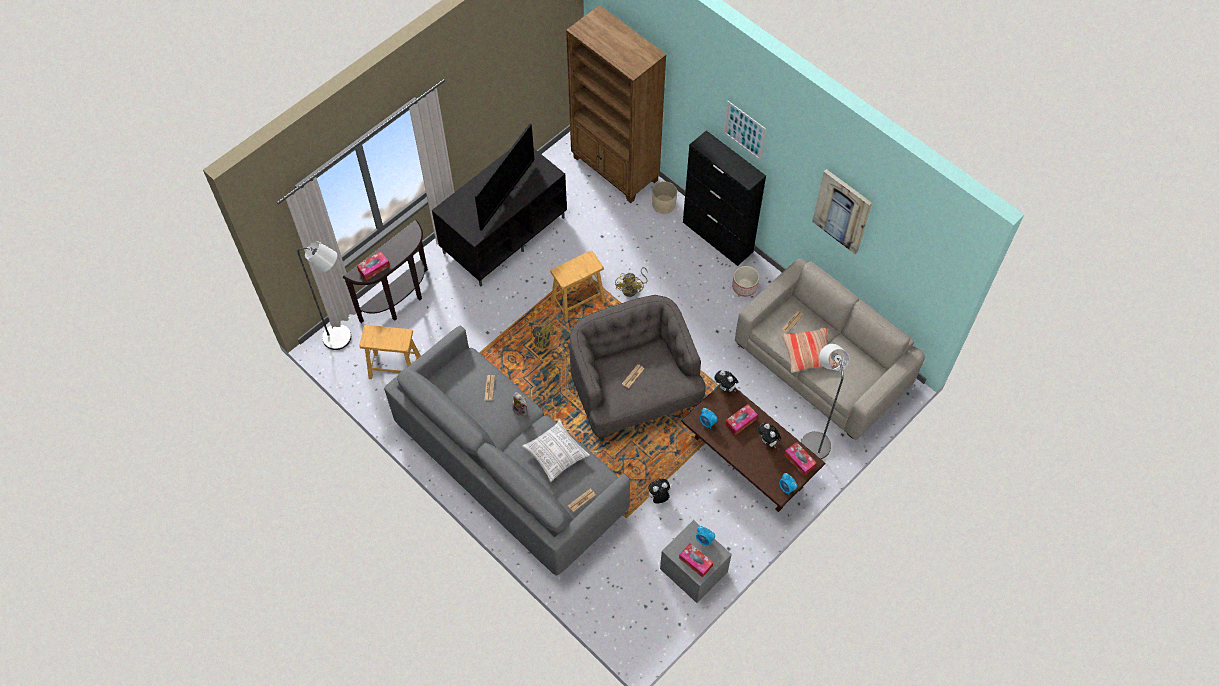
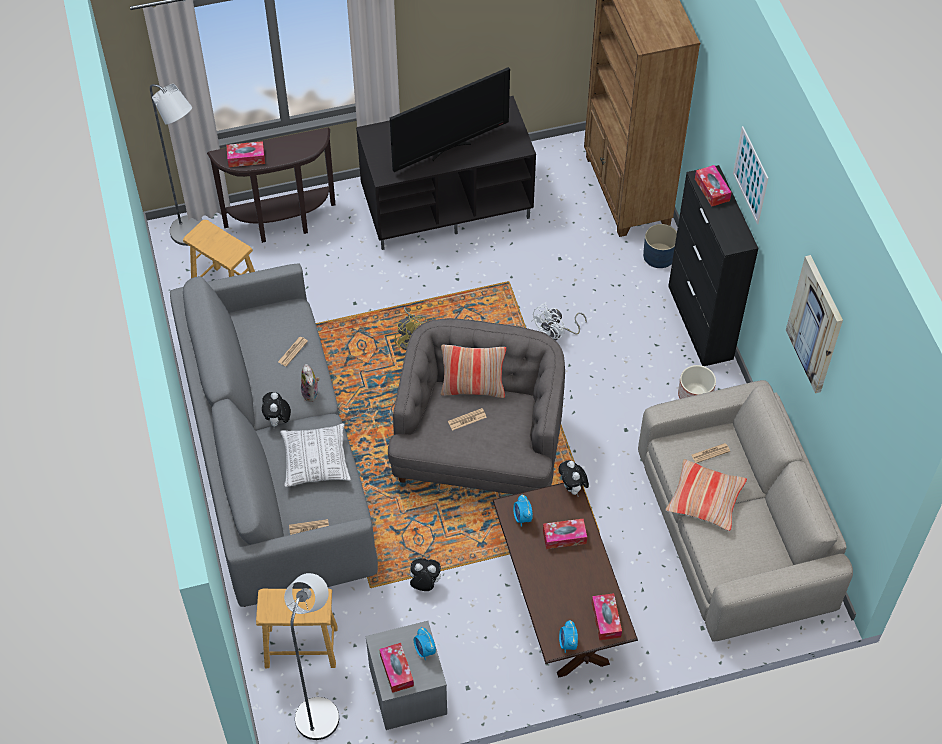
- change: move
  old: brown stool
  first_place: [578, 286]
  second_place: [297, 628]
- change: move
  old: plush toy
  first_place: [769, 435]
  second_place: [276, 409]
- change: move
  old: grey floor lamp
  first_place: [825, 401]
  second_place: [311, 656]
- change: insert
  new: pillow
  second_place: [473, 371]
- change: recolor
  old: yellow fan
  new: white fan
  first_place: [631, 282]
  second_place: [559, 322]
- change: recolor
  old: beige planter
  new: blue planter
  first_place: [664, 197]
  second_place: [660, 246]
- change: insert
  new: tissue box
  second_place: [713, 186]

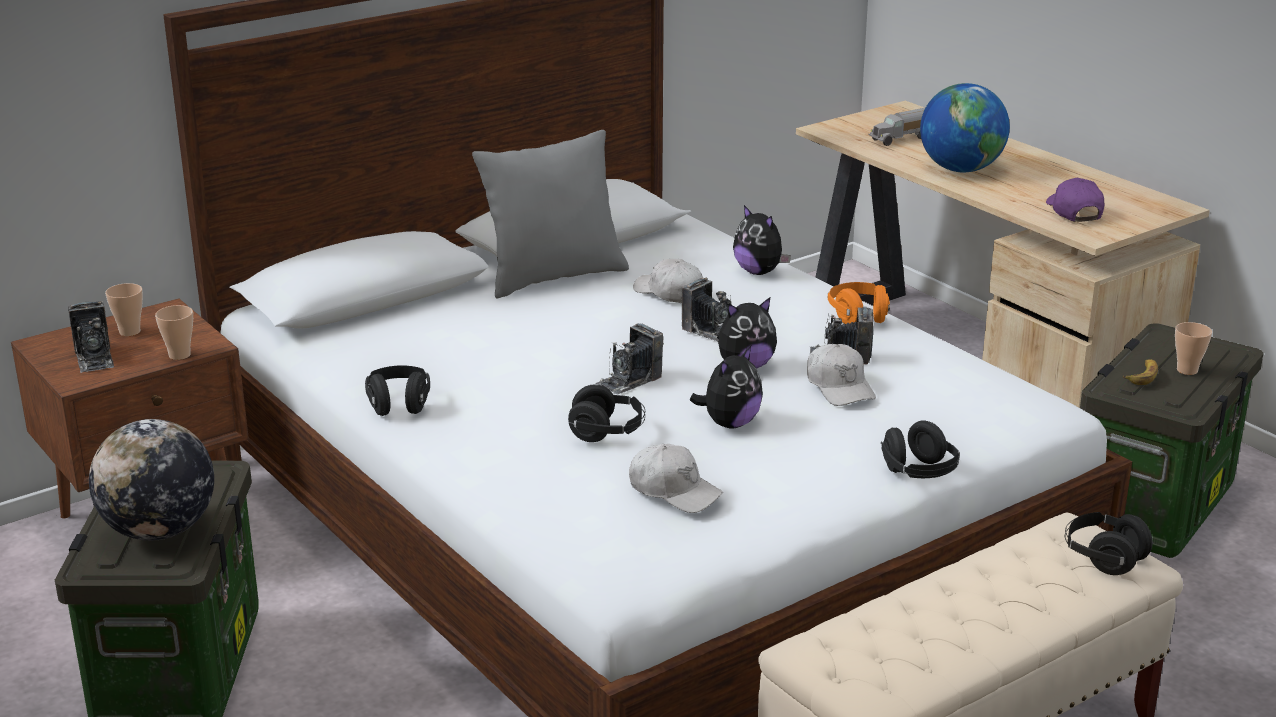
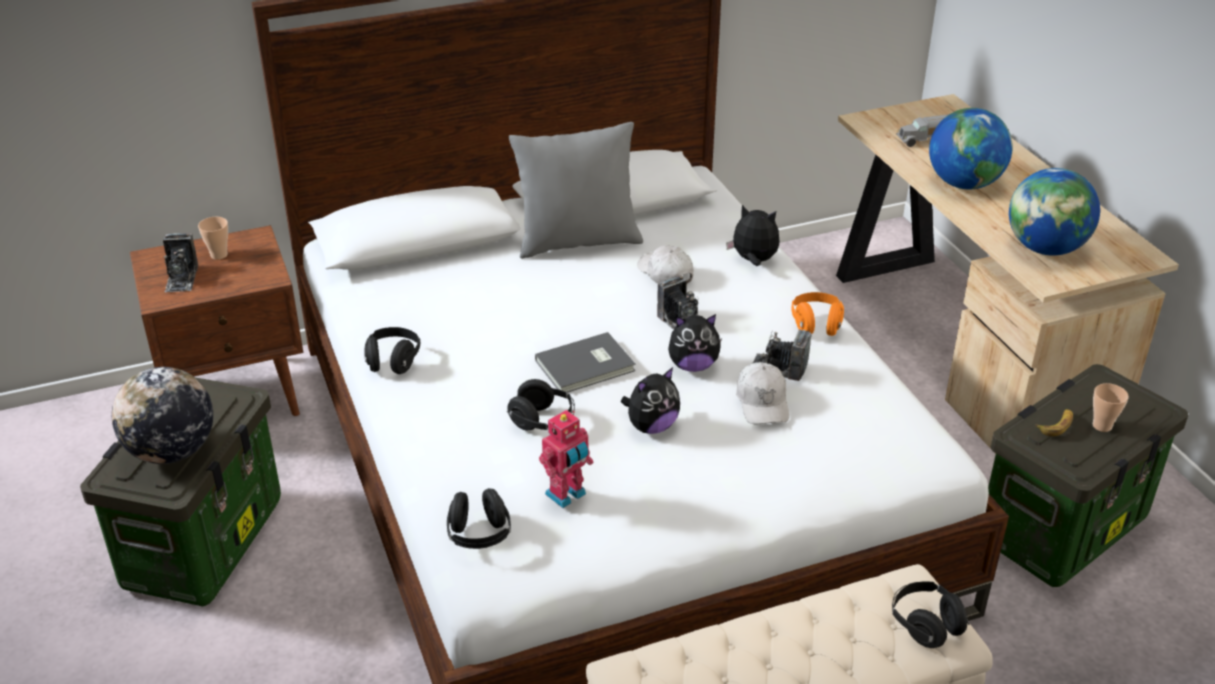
- change: move
  old: black headphones
  first_place: [920, 449]
  second_place: [479, 518]
- change: replace
  old: photo camera
  new: grey book
  first_place: [629, 359]
  second_place: [585, 362]
- change: replace
  old: white cap
  new: toy robot
  first_place: [676, 478]
  second_place: [566, 459]
- change: rotate
  old: plush toy
  first_place: [762, 240]
  second_place: [752, 235]
  degrees: 135
- change: replace
  old: purple cap
  new: globe
  first_place: [1075, 200]
  second_place: [1054, 212]
- change: delete
  old: cup
  first_place: [174, 332]

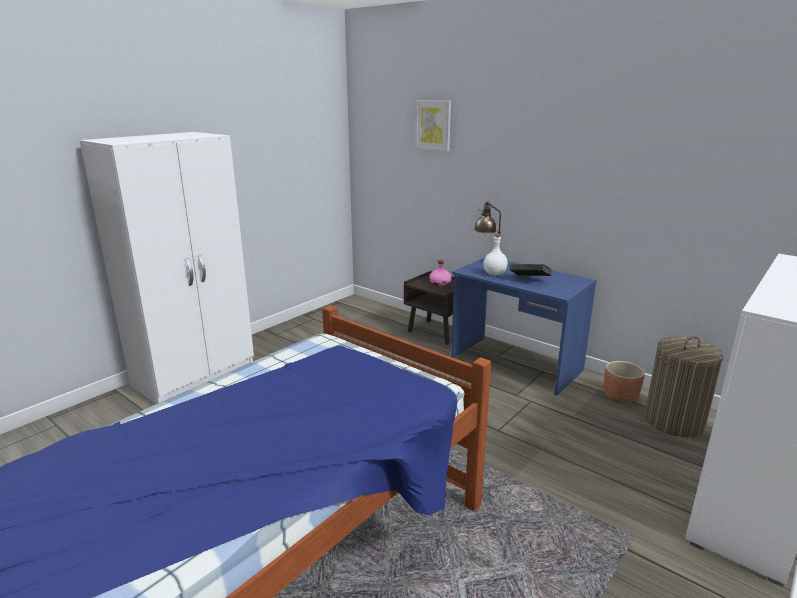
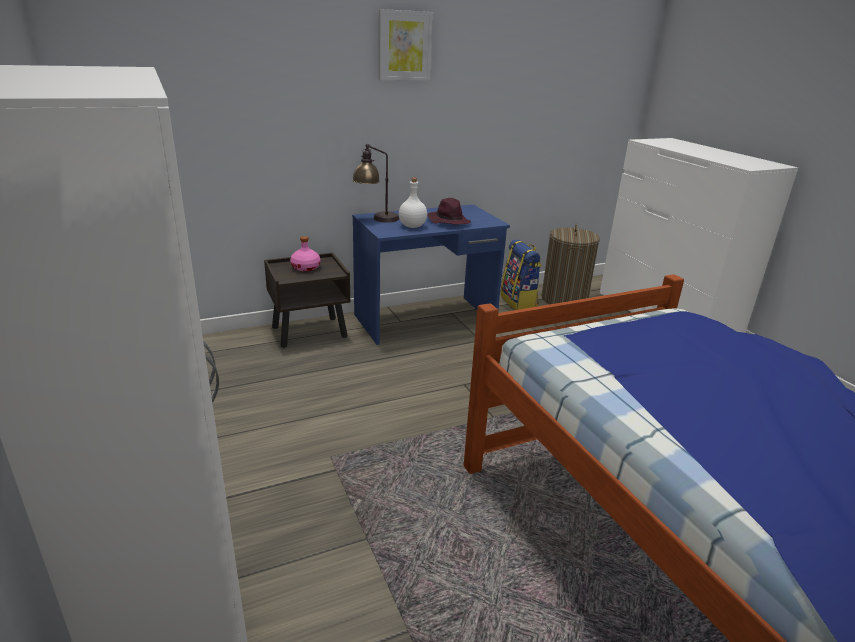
- change: move
  old: picture
  first_place: [433, 126]
  second_place: [406, 45]
- change: replace
  old: book
  new: purple hat
  first_place: [531, 270]
  second_place: [449, 211]
- change: replace
  old: brown planter
  new: backpack
  first_place: [624, 382]
  second_place: [521, 274]

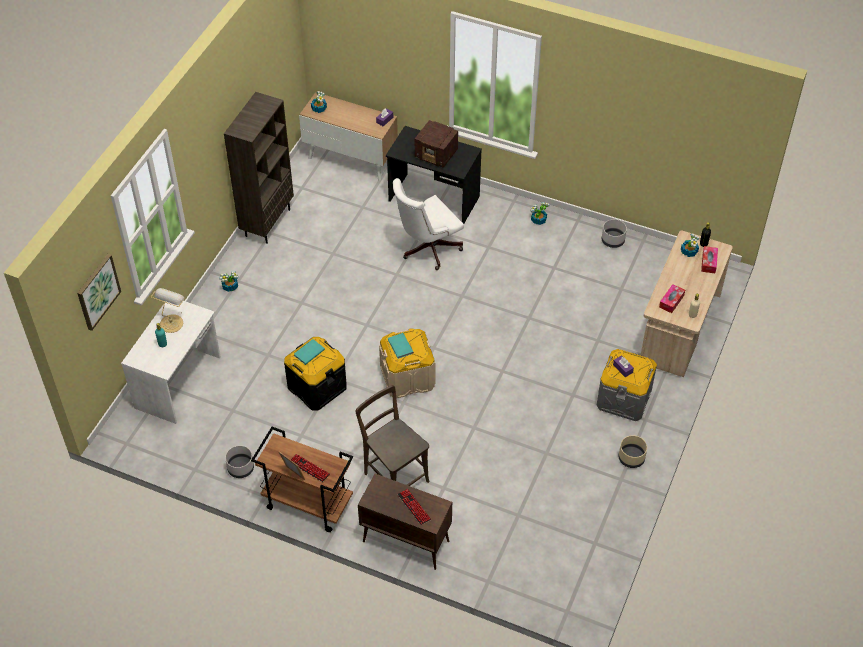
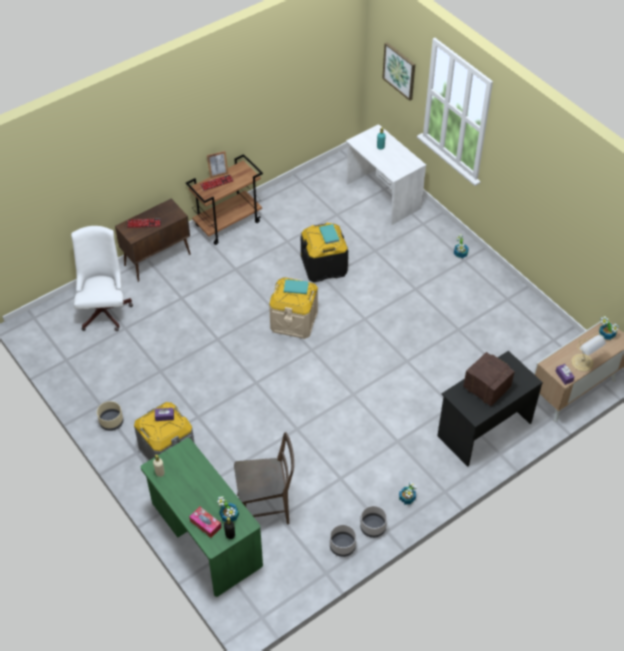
- change: move
  old: white office chair
  first_place: [428, 224]
  second_place: [102, 278]
- change: recolor
  old: beige desk
  new: green desk
  first_place: [686, 304]
  second_place: [202, 517]
- change: move
  old: brown chair
  first_place: [393, 435]
  second_place: [264, 478]
- change: move
  old: grey planter
  first_place: [239, 461]
  second_place: [373, 522]
- change: rotate
  old: radio
  first_place: [436, 144]
  second_place: [489, 379]
  degrees: 75
- change: move
  old: table lamp
  first_place: [167, 310]
  second_place: [588, 351]
- change: delete
  old: brown bookcase
  first_place: [259, 168]
- change: delete
  old: tissue box
  first_place: [672, 298]

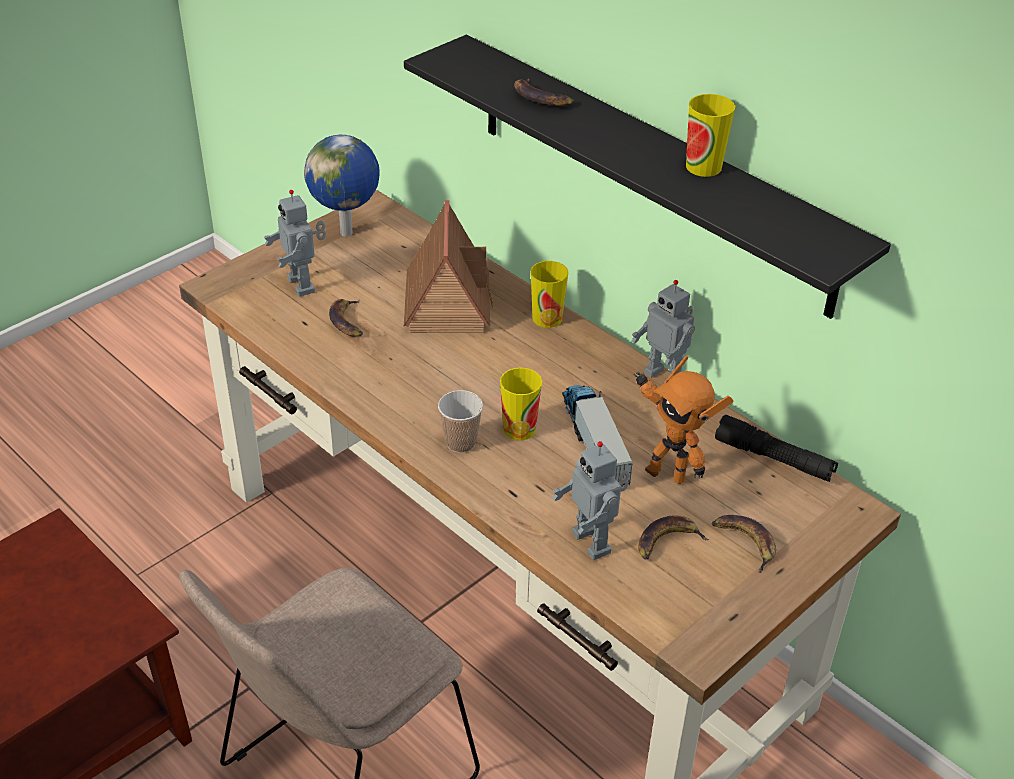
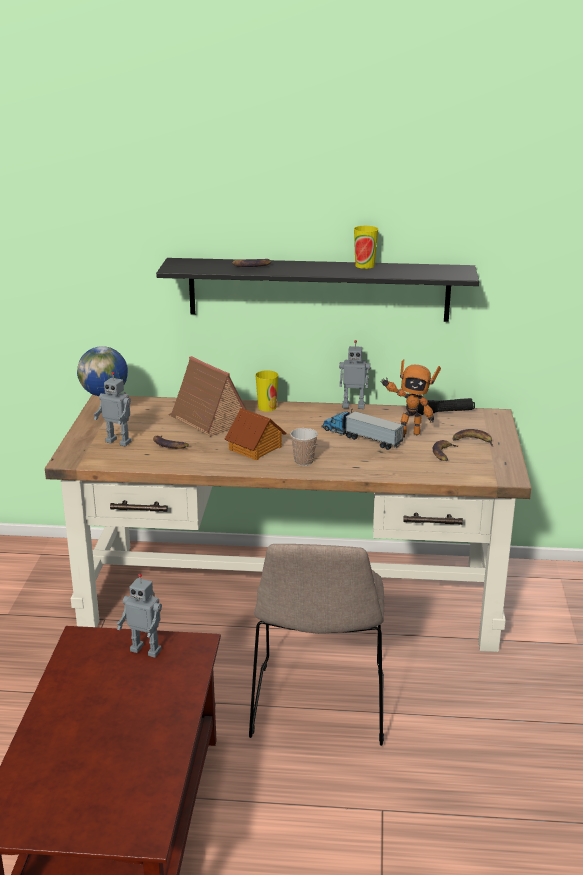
- change: move
  old: toy robot
  first_place: [591, 500]
  second_place: [139, 616]
- change: insert
  new: toy house
  second_place: [255, 434]
- change: delete
  old: cup
  first_place: [521, 404]

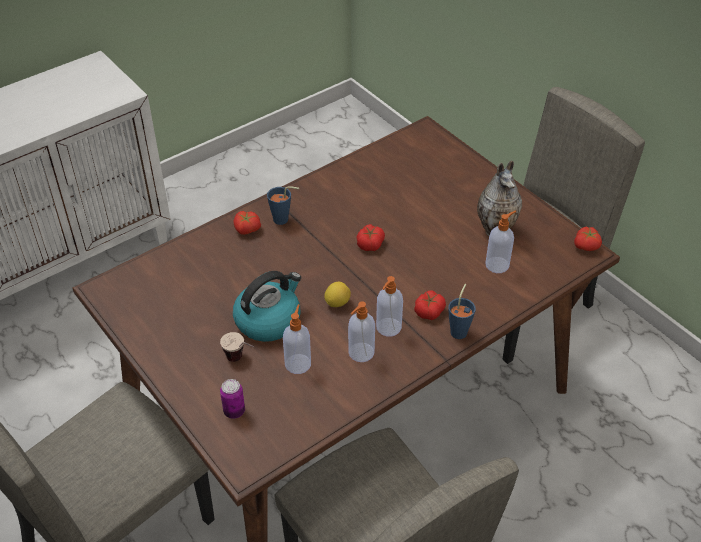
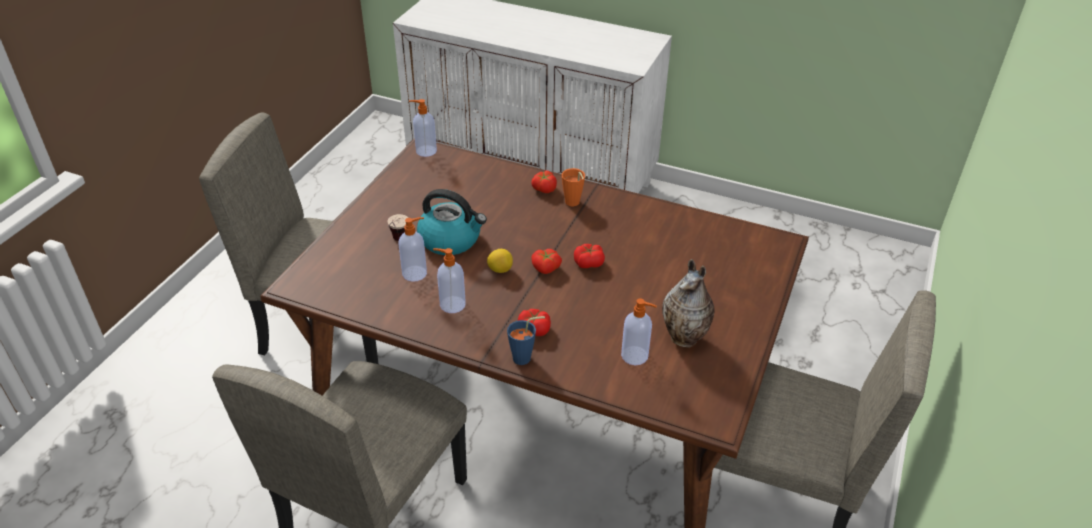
- change: move
  old: soap dispenser
  first_place: [389, 306]
  second_place: [423, 128]
- change: move
  old: tomato
  first_place: [588, 239]
  second_place: [546, 261]
- change: recolor
  old: blue cup
  new: orange cup
  first_place: [283, 205]
  second_place: [573, 187]
- change: delete
  old: can
  first_place: [232, 399]

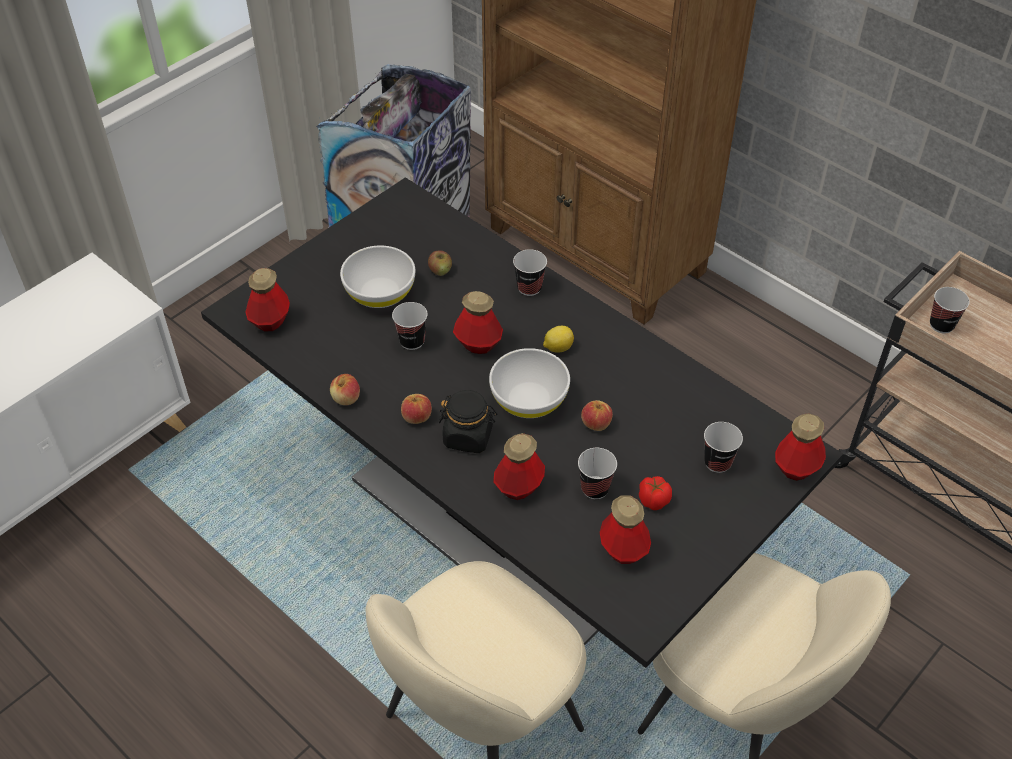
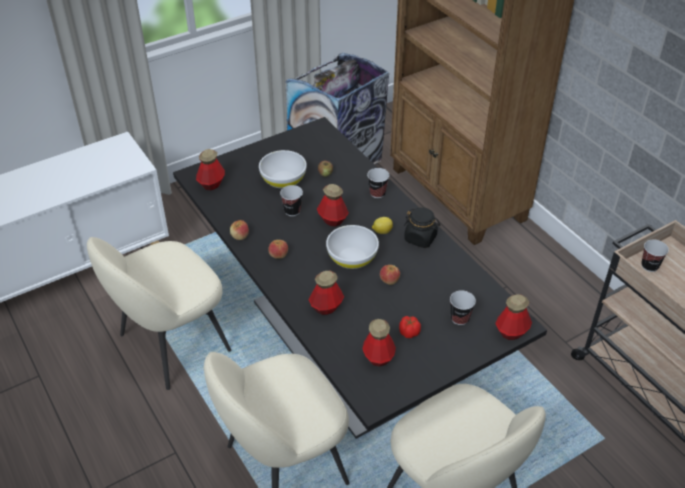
- change: insert
  new: beige chair
  second_place: [159, 313]
- change: move
  old: black jar
  first_place: [468, 421]
  second_place: [422, 227]
- change: delete
  old: cup
  first_place: [597, 473]

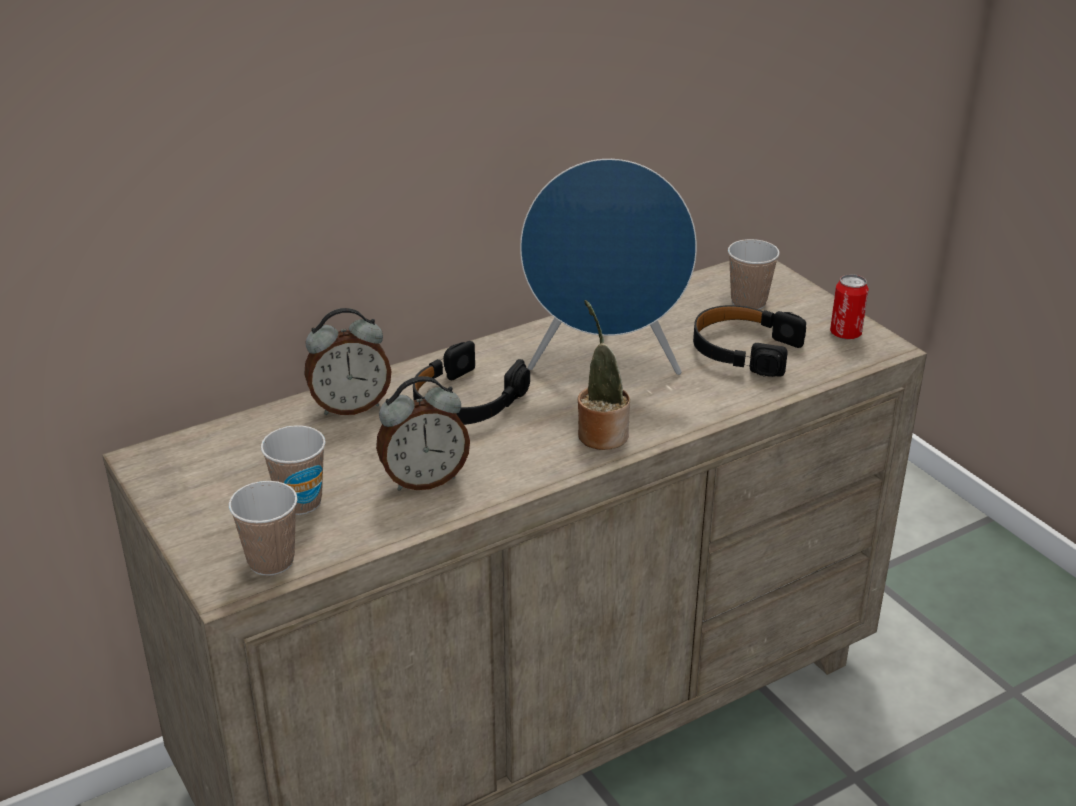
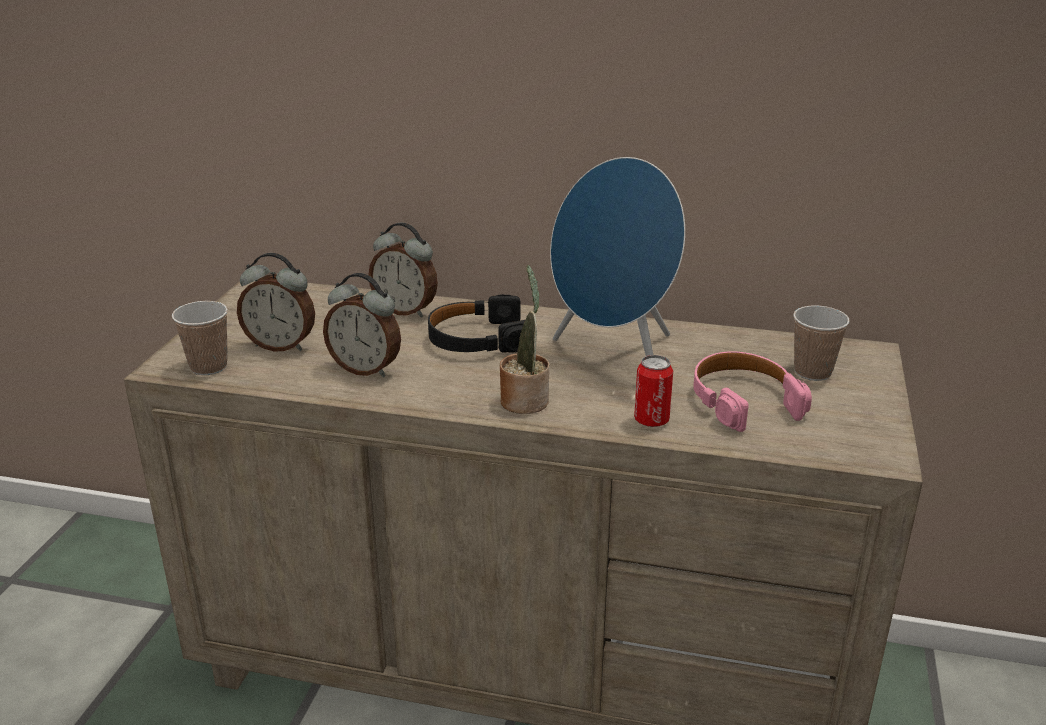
- change: replace
  old: cup
  new: alarm clock
  first_place: [293, 470]
  second_place: [276, 302]
- change: move
  old: can
  first_place: [849, 307]
  second_place: [653, 391]
- change: recolor
  old: black headphones
  new: pink headphones
  first_place: [749, 341]
  second_place: [752, 391]

